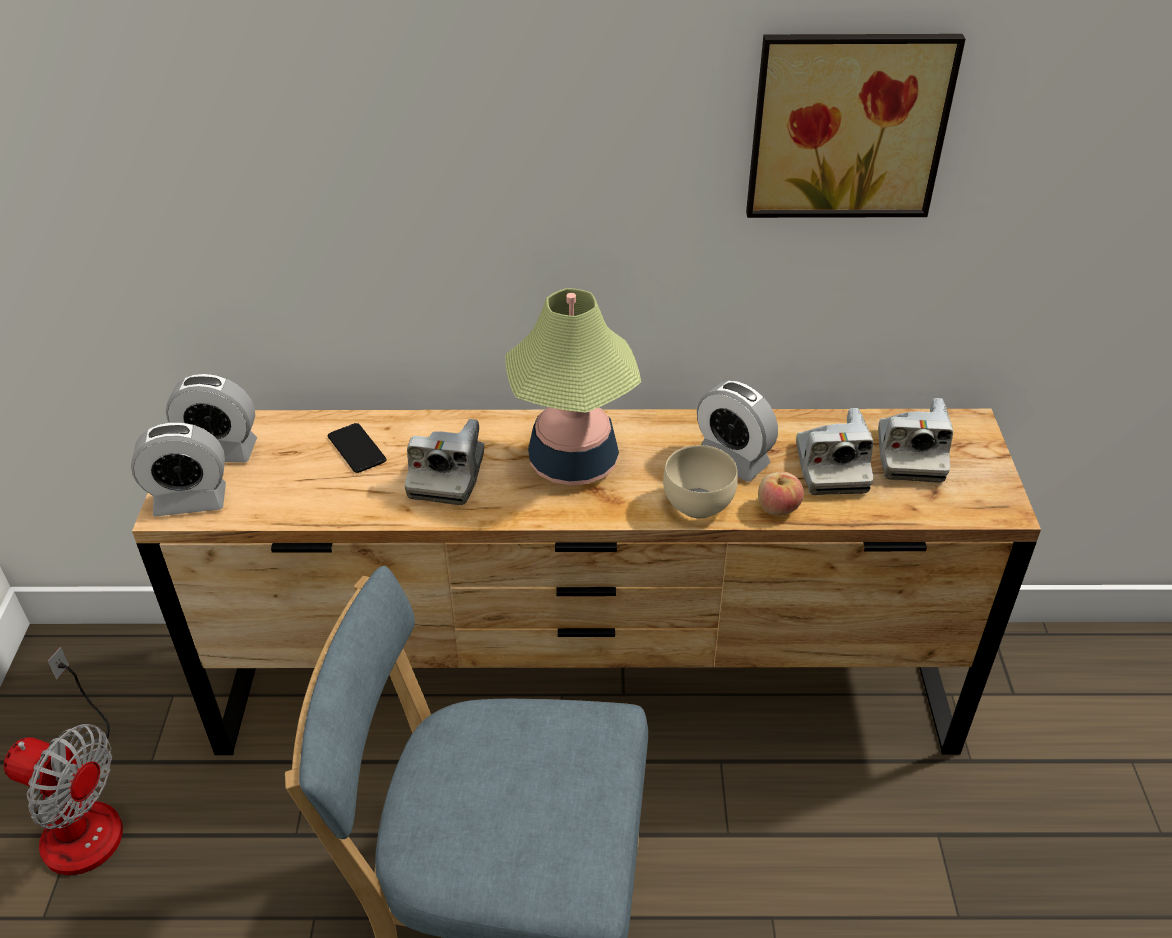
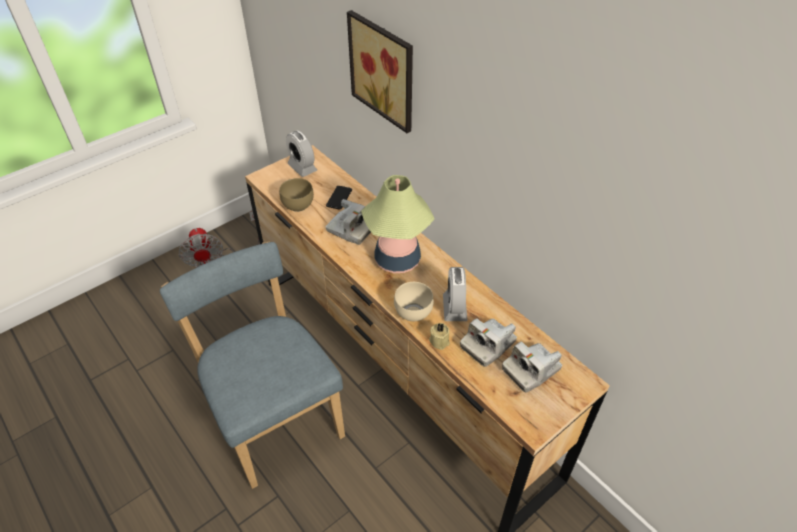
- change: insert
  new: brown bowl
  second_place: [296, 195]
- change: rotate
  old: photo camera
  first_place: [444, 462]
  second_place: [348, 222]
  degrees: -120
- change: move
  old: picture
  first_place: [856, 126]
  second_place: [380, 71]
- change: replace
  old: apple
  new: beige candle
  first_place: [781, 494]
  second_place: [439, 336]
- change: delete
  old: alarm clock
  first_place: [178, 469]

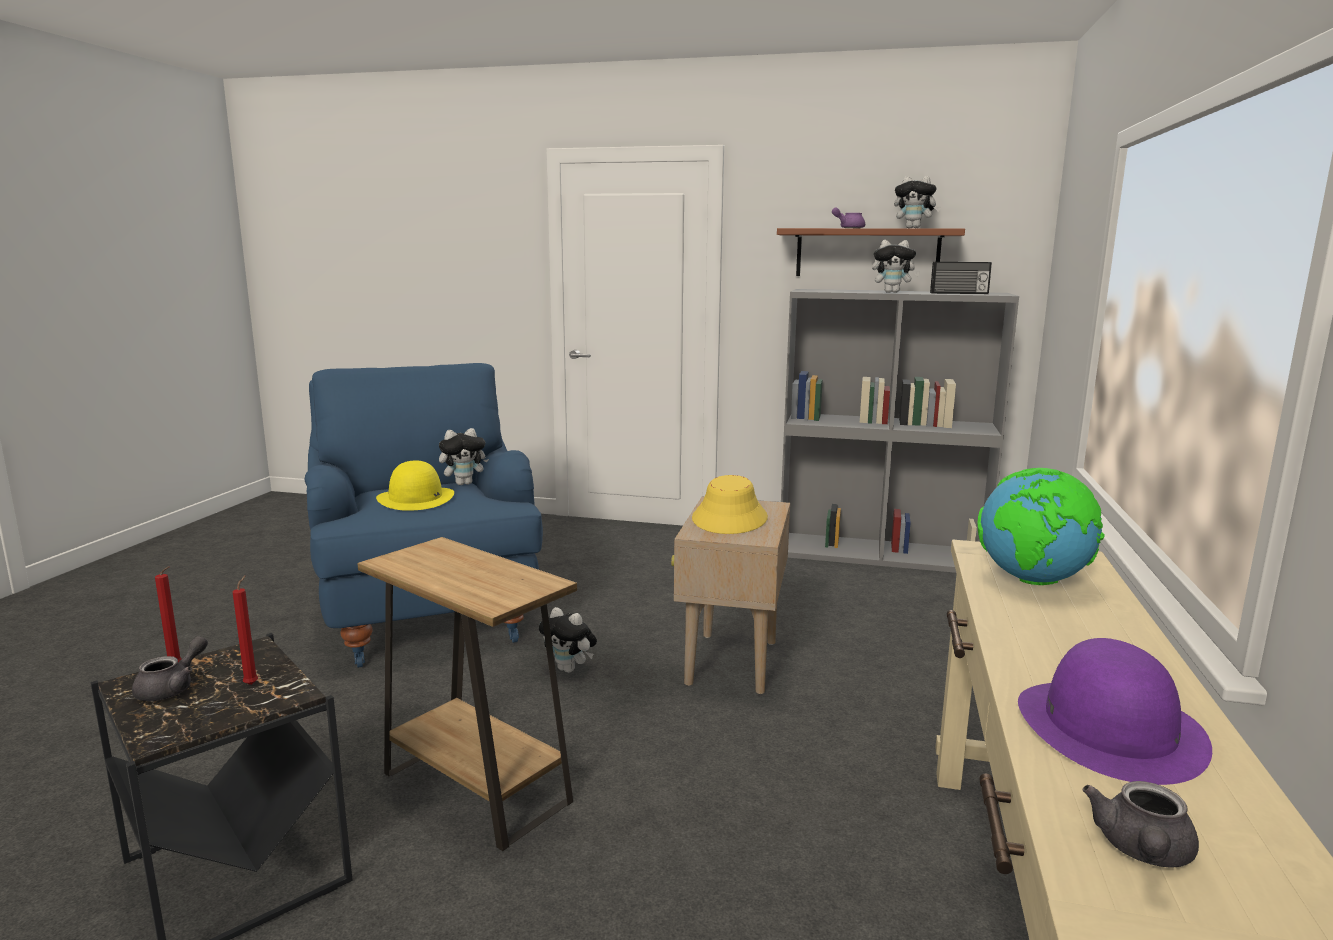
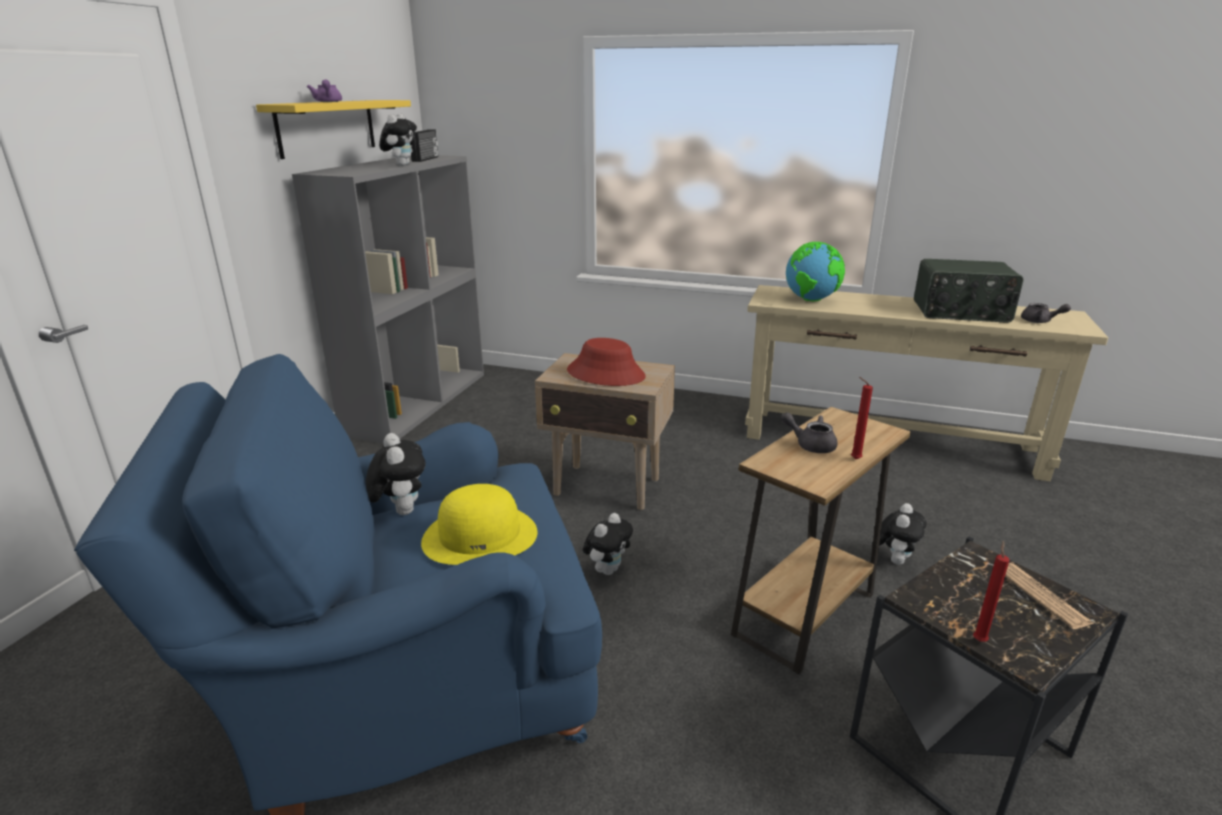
- change: recolor
  old: brown shelf
  new: yellow shelf
  first_place: [871, 252]
  second_place: [333, 129]
- change: recolor
  old: yellow hat
  new: red hat
  first_place: [730, 504]
  second_place: [606, 362]
- change: move
  old: grey teapot
  first_place: [170, 668]
  second_place: [809, 432]
- change: move
  old: red candle
  first_place: [245, 630]
  second_place: [862, 418]
- change: move
  old: plush toy
  first_place: [917, 202]
  second_place: [902, 534]
- change: replace
  old: purple hat
  new: radio
  first_place: [1115, 711]
  second_place: [969, 291]
- change: insert
  new: newspaper
  second_place: [1049, 596]

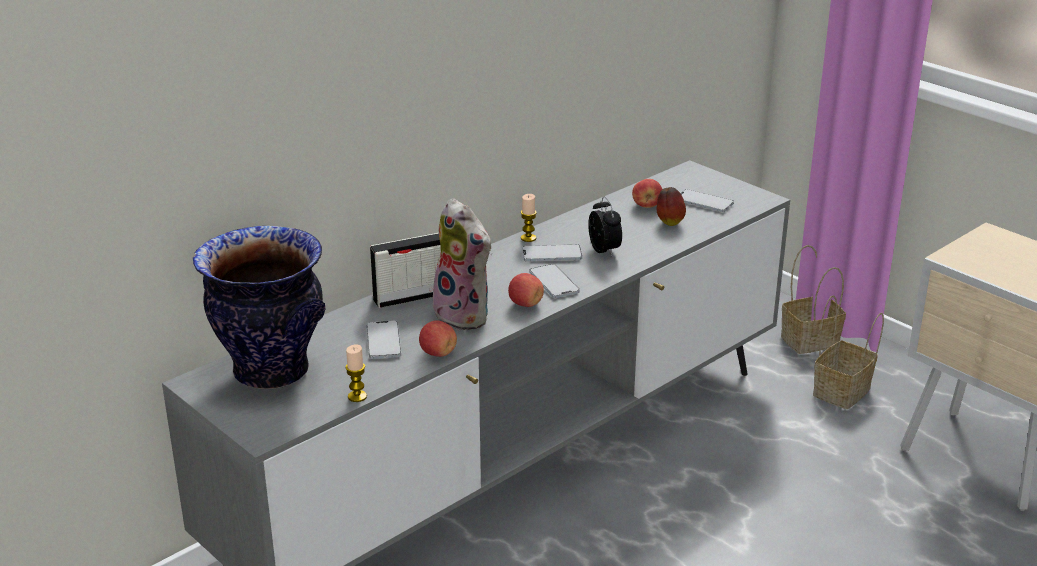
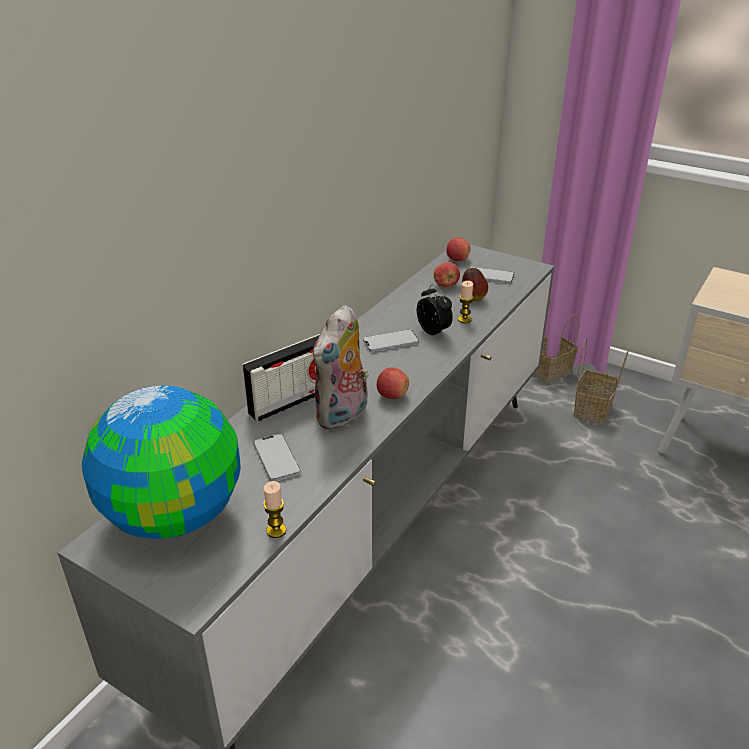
- change: replace
  old: vase
  new: globe
  first_place: [259, 307]
  second_place: [161, 462]
- change: rotate
  old: plush toy
  first_place: [460, 264]
  second_place: [341, 367]
  degrees: 90
- change: move
  old: apple
  first_place: [438, 339]
  second_place: [458, 249]
- change: move
  old: candle
  first_place: [529, 218]
  second_place: [466, 302]
- change: delete
  old: phone
  first_place: [554, 281]

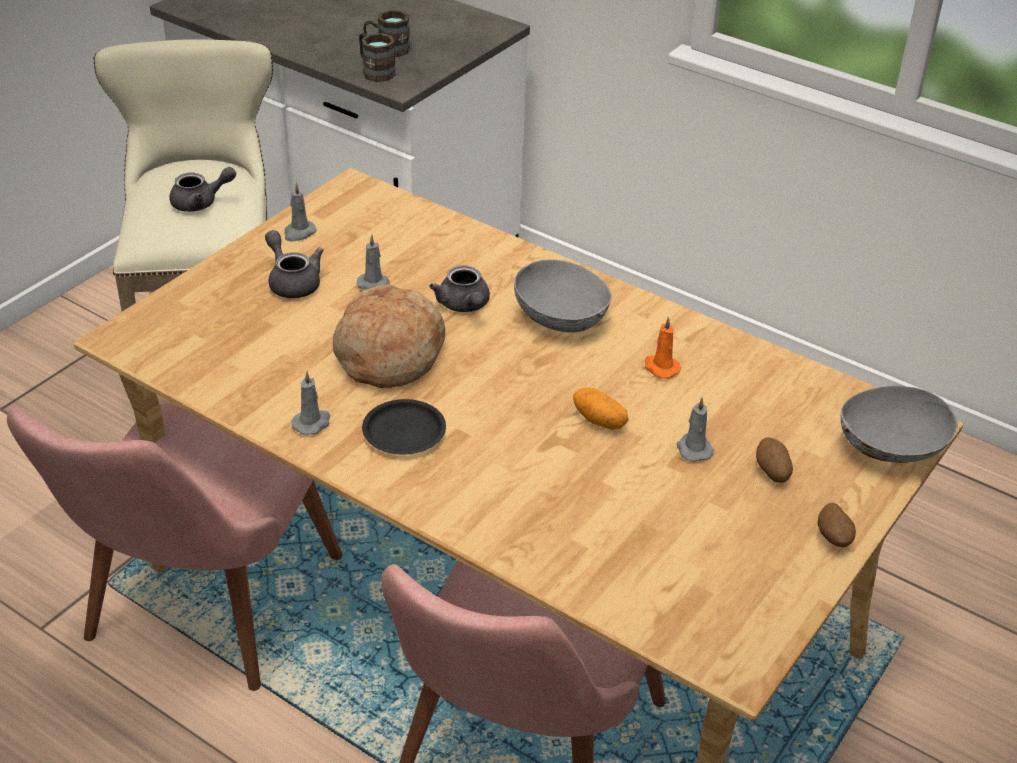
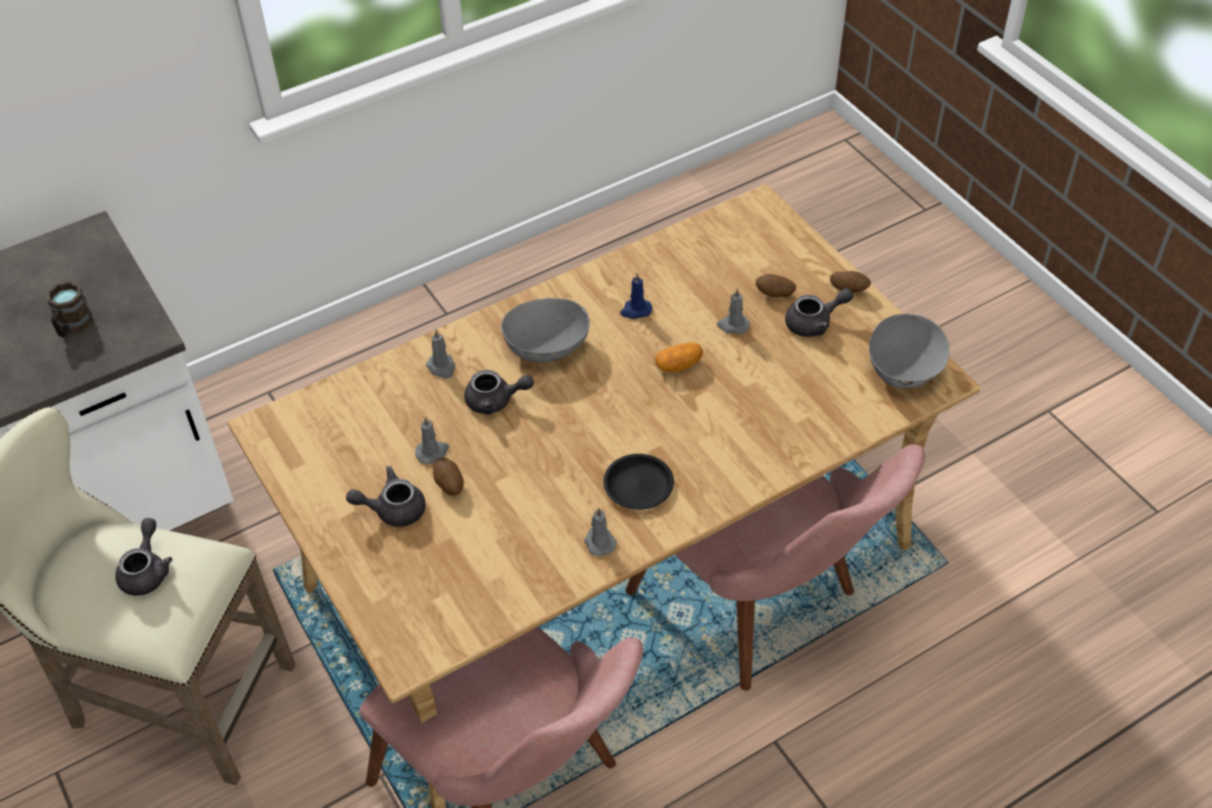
- change: move
  old: grey candle
  first_place: [301, 212]
  second_place: [441, 354]
- change: insert
  new: potato
  second_place: [448, 477]
- change: recolor
  old: orange candle
  new: blue candle
  first_place: [663, 348]
  second_place: [636, 296]
- change: insert
  new: grey teapot
  second_place: [819, 312]
- change: move
  old: grey bowl
  first_place: [899, 424]
  second_place: [909, 350]
- change: delete
  old: bread
  first_place: [389, 336]
- change: delete
  old: brown mug
  first_place: [377, 57]

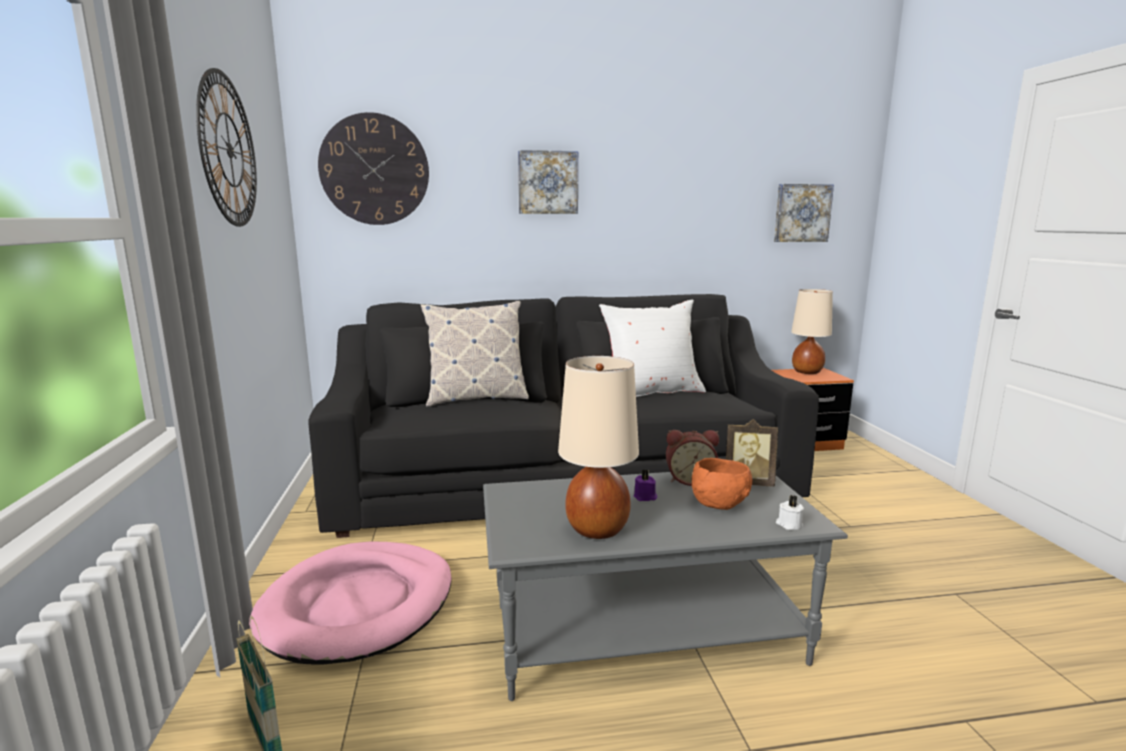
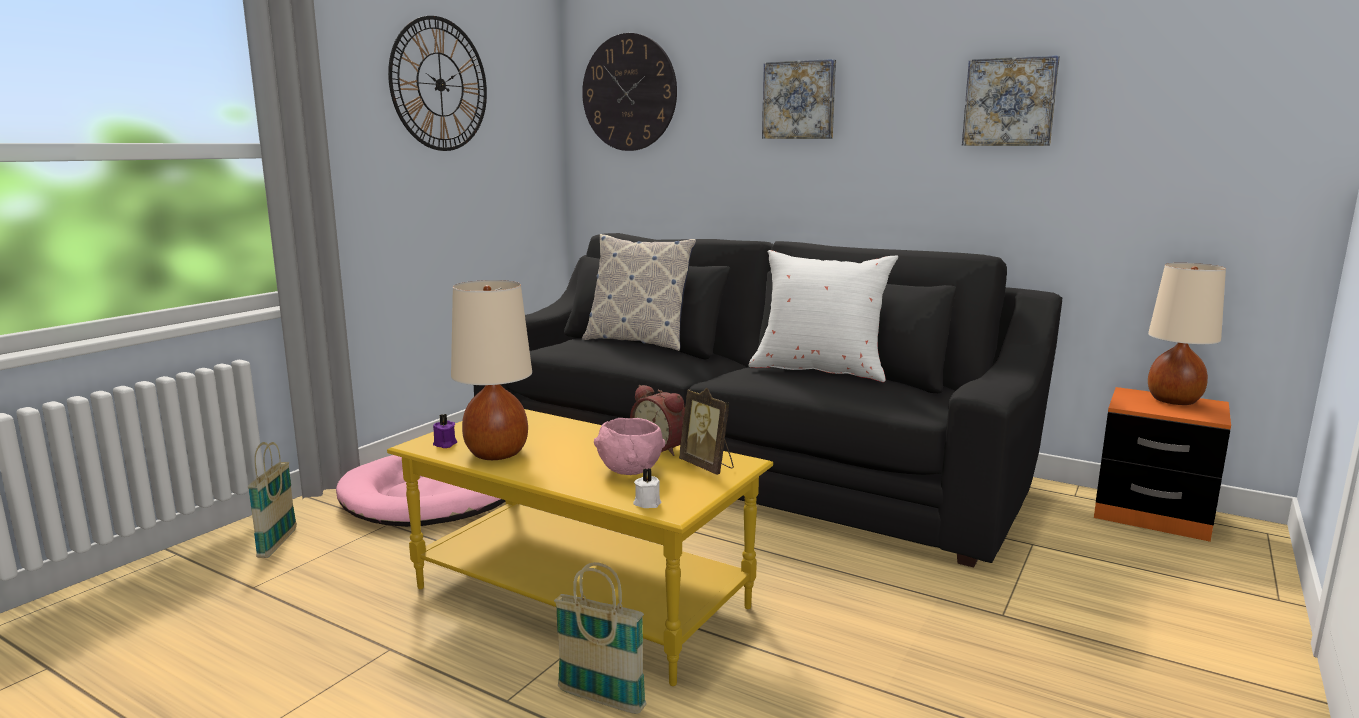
- change: recolor
  old: grey coffee table
  new: yellow coffee table
  first_place: [665, 586]
  second_place: [580, 547]
- change: move
  old: purple candle
  first_place: [645, 485]
  second_place: [445, 431]
- change: insert
  new: basket
  second_place: [600, 638]
- change: recolor
  old: orange bowl
  new: pink bowl
  first_place: [722, 484]
  second_place: [629, 446]
- change: move
  old: picture
  first_place: [804, 213]
  second_place: [1011, 100]

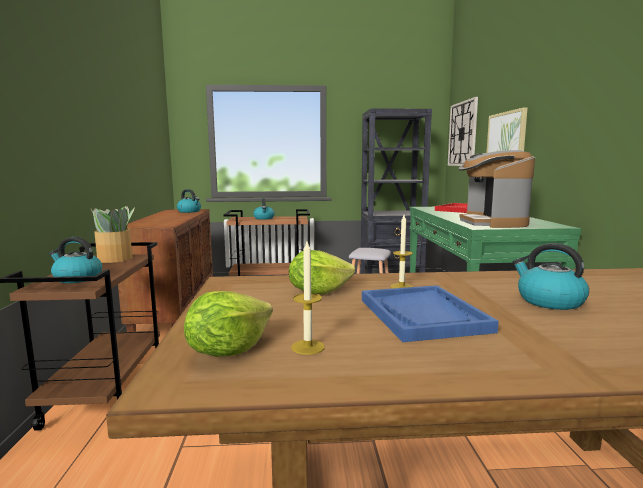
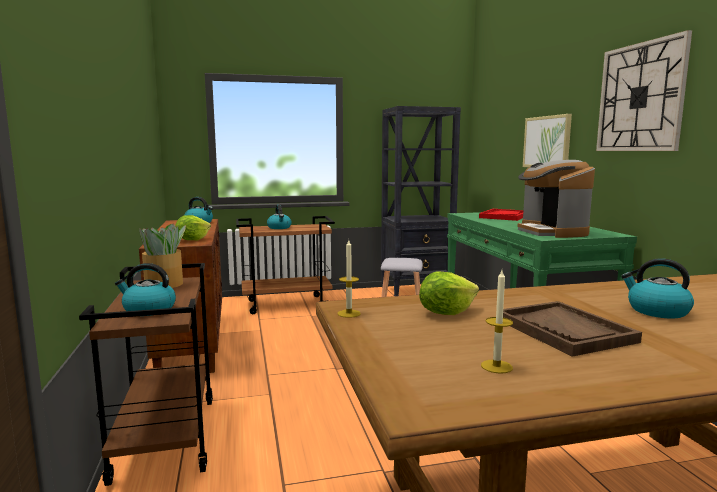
- change: move
  old: lettuce
  first_place: [228, 324]
  second_place: [193, 227]
- change: move
  old: candle
  first_place: [401, 251]
  second_place: [349, 279]
- change: recolor
  old: blue tray
  new: brown tray
  first_place: [430, 313]
  second_place: [572, 329]
- change: move
  old: wall clock
  first_place: [463, 131]
  second_place: [644, 90]

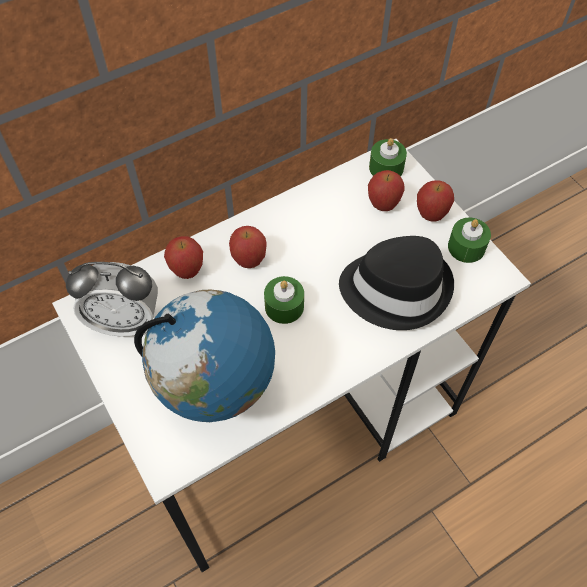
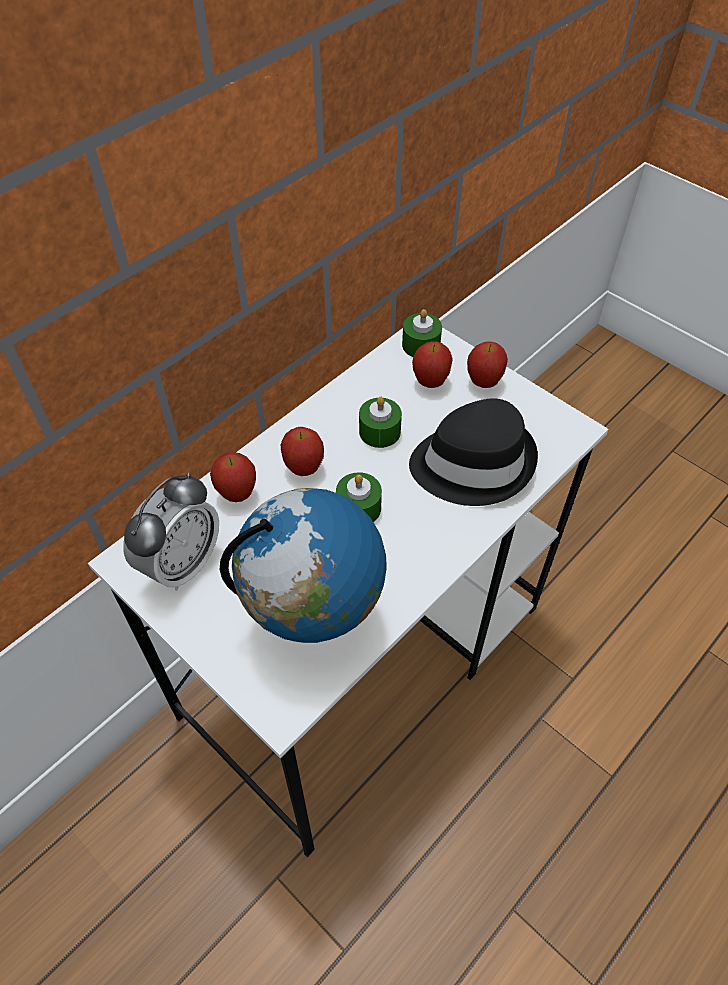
- change: rotate
  old: alarm clock
  first_place: [112, 299]
  second_place: [171, 532]
  degrees: -45
- change: move
  old: green candle
  first_place: [469, 240]
  second_place: [380, 422]

